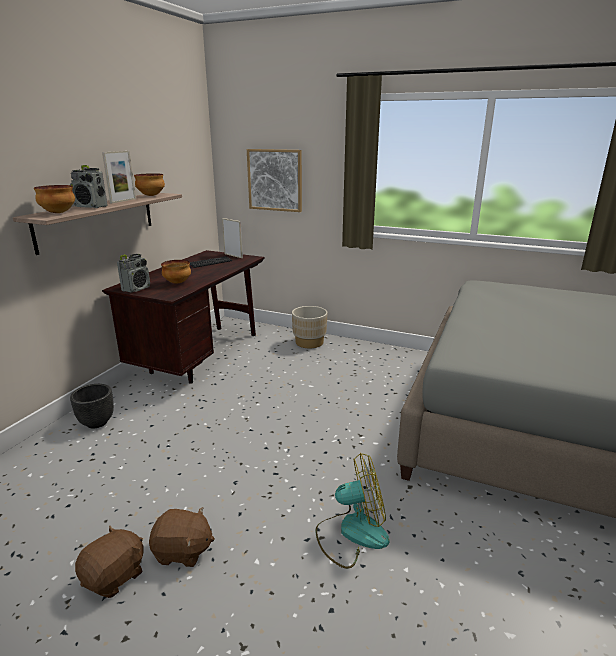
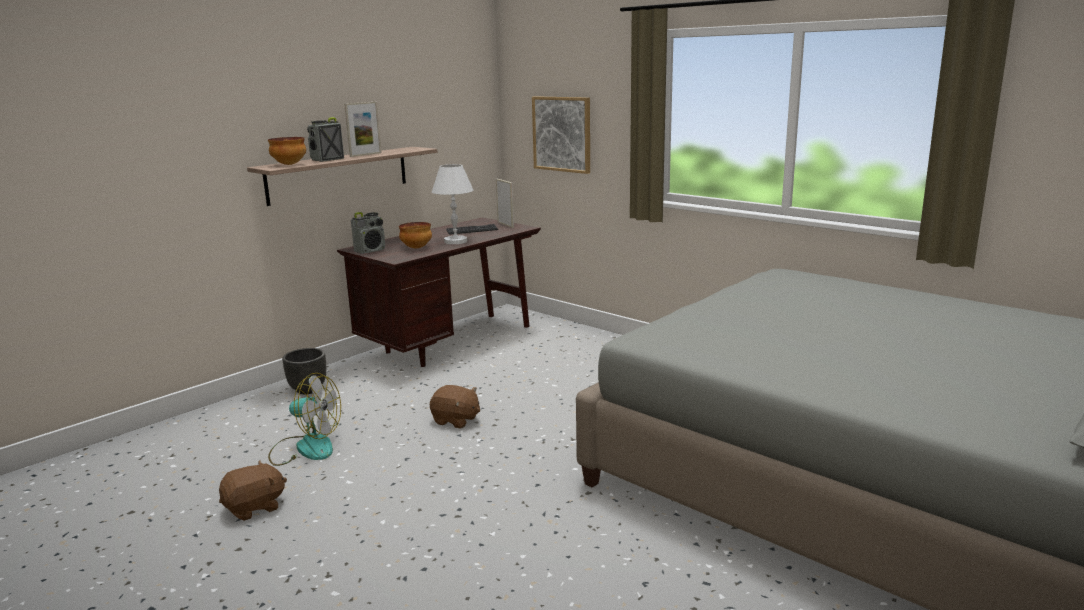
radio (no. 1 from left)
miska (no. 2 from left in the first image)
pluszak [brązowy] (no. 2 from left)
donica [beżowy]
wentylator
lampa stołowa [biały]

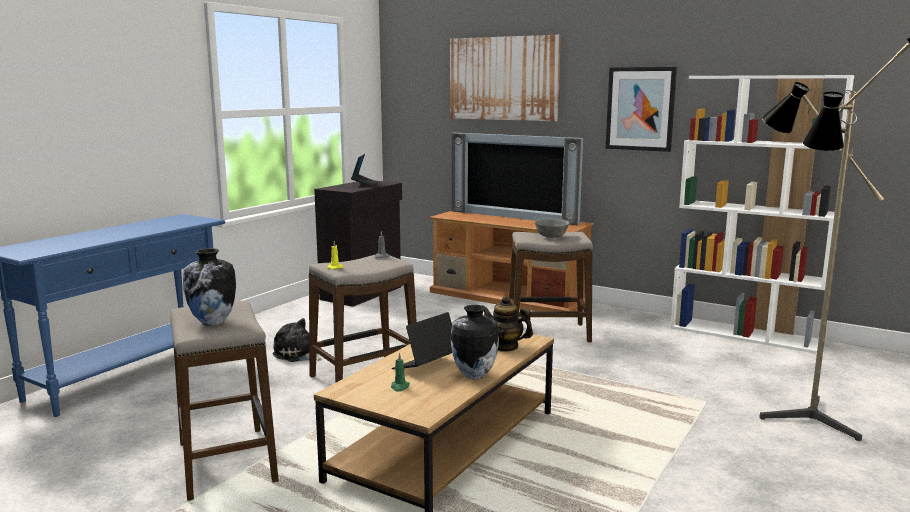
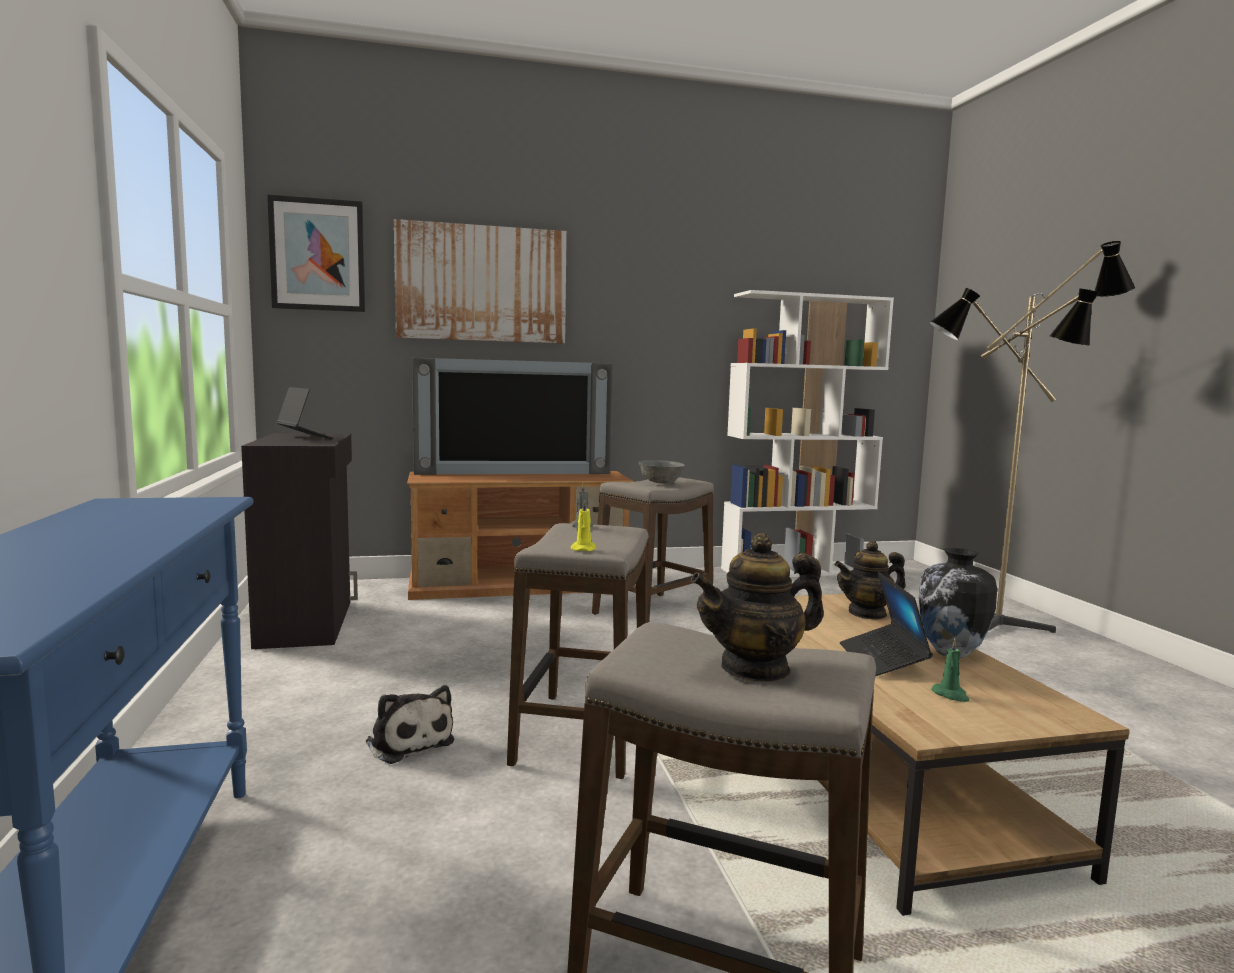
imbryk (no. 1 from left)
pluszak
obraz (no. 1 from left)

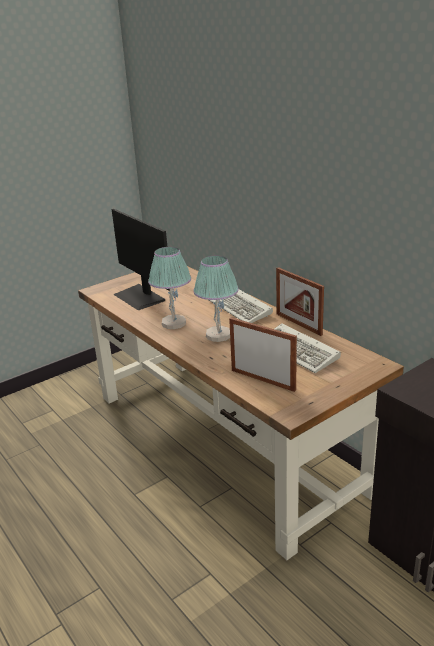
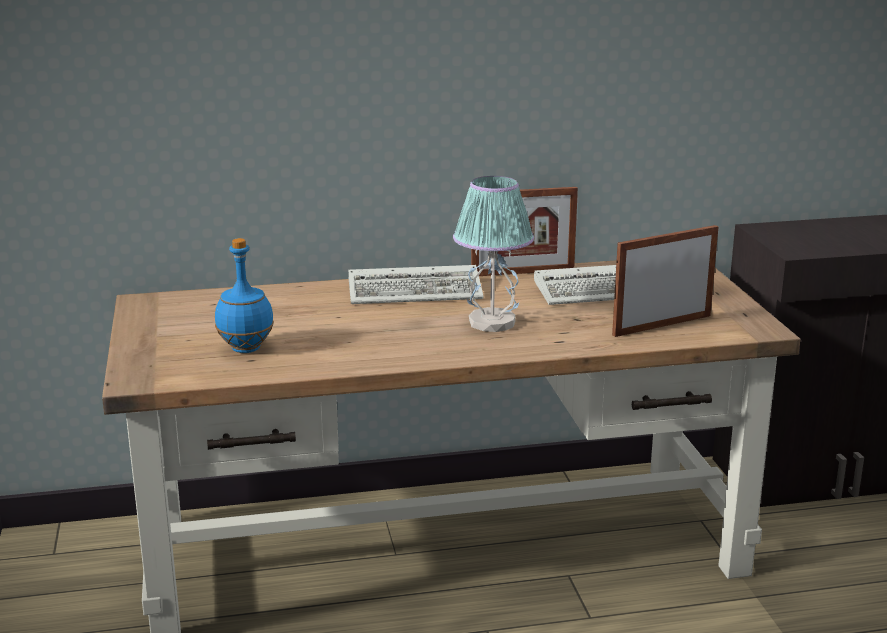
butelka [niebieski]
lampa stołowa (no. 1 from left in the first image)

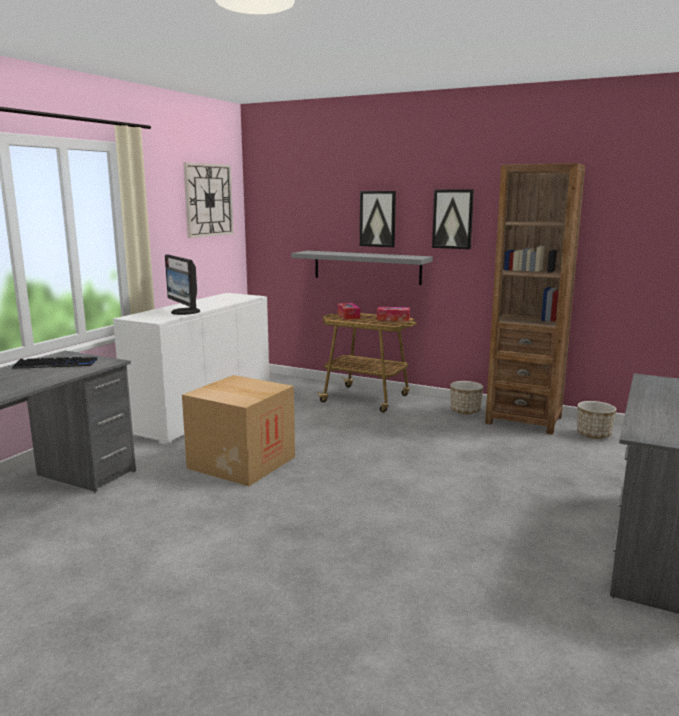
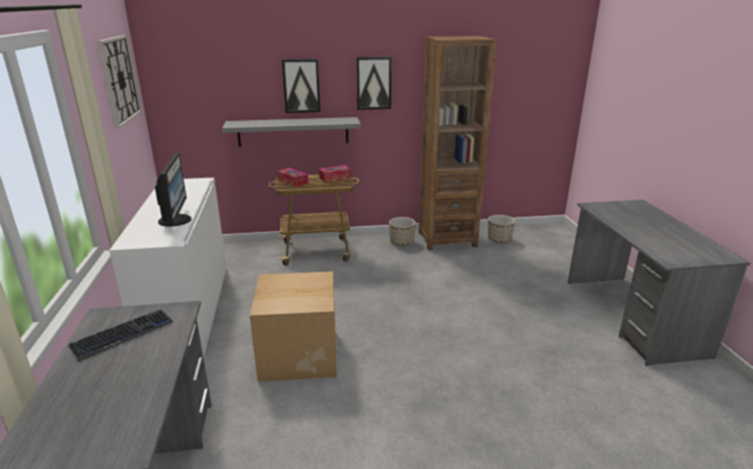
monitor

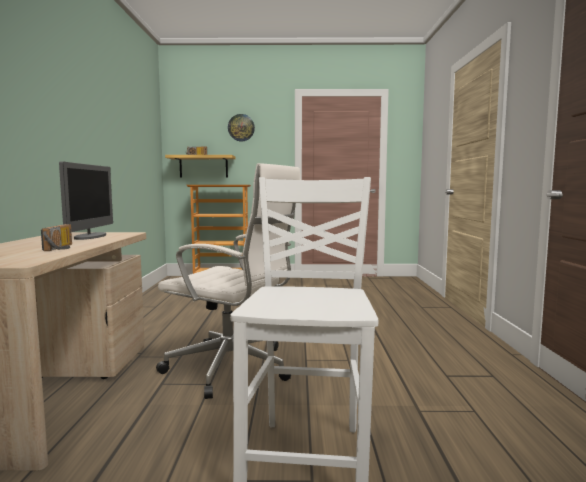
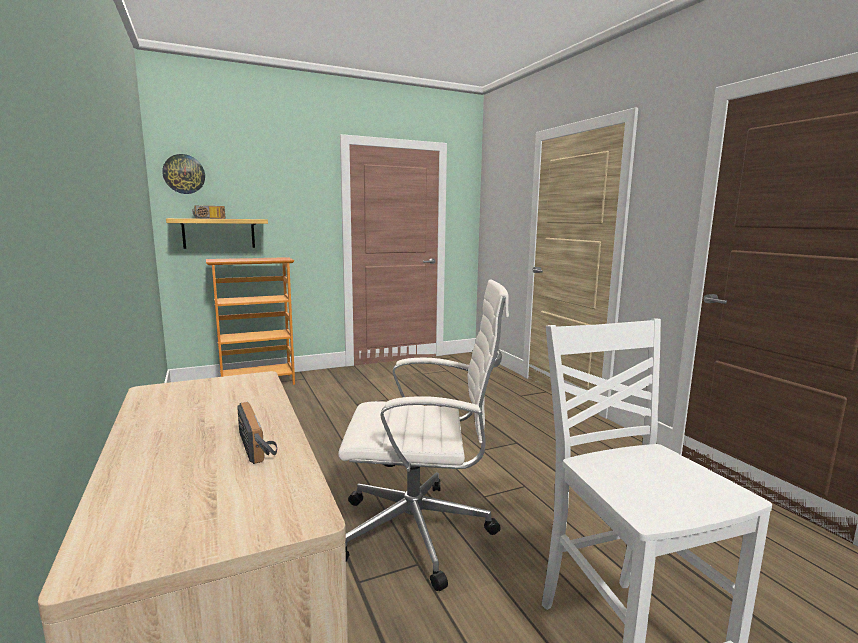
monitor
zegar ścienny

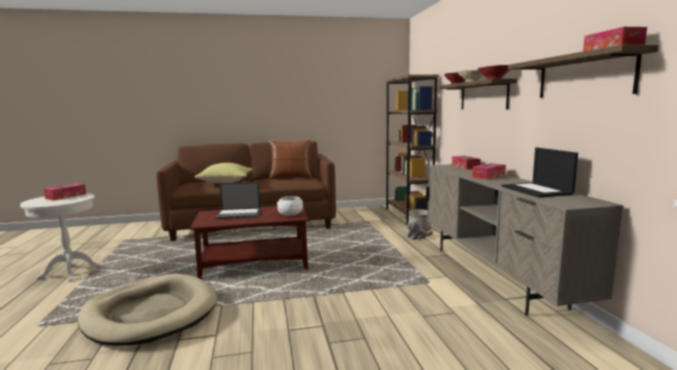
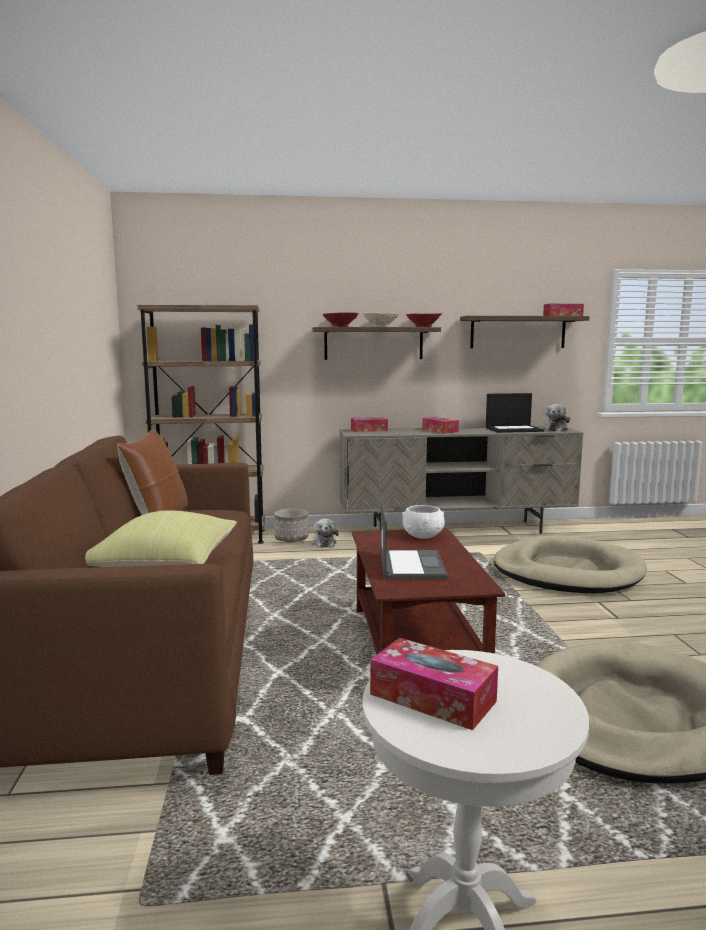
legowisko [beżowy] (no. 1 from left)
pluszak (no. 2 from left)

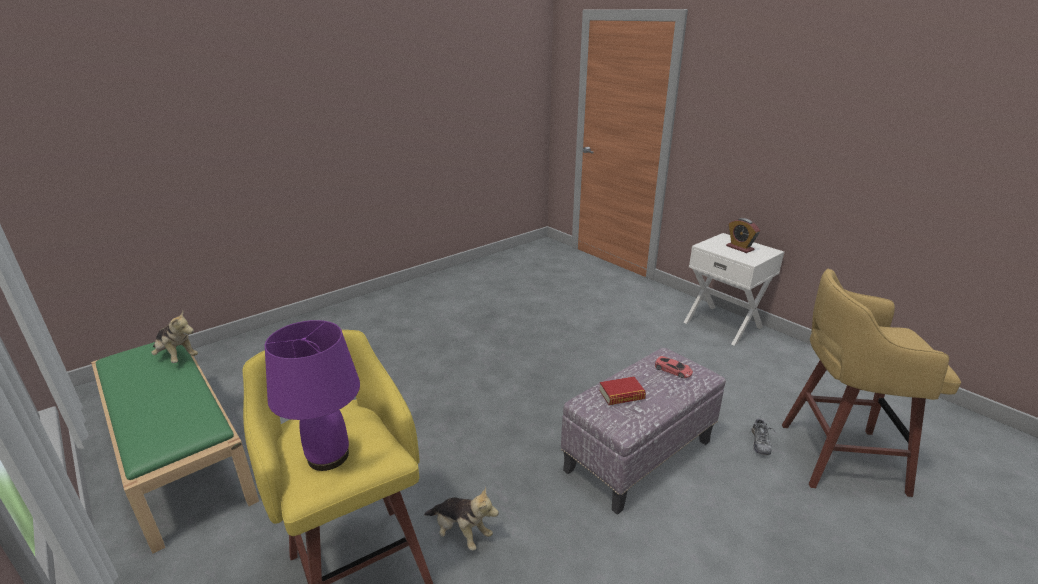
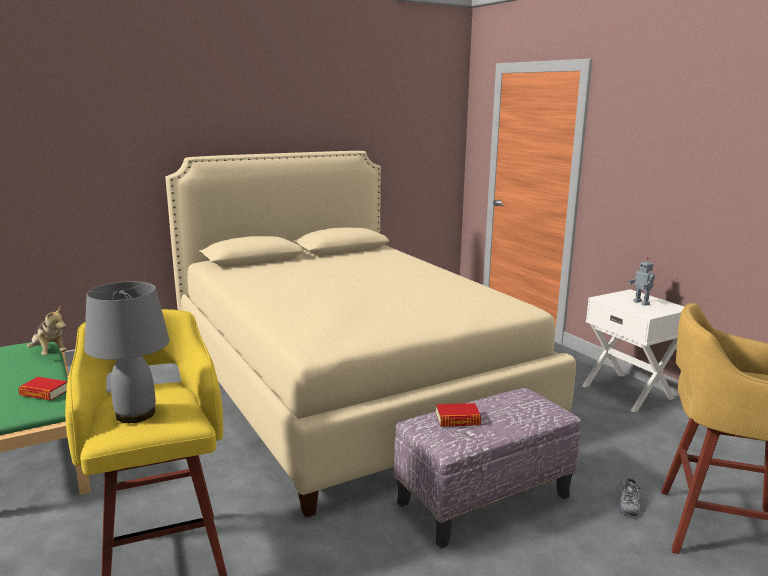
lampa stołowa [szary]
pluszak (no. 2 from left in the first image)
samochodzik [czerwony]
robot zabawkowy
książka (no. 1 from left)
łóżko [beżowy]

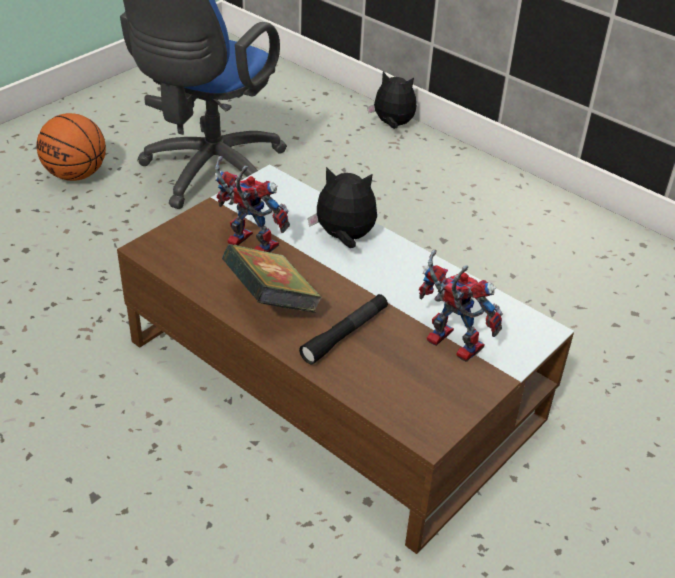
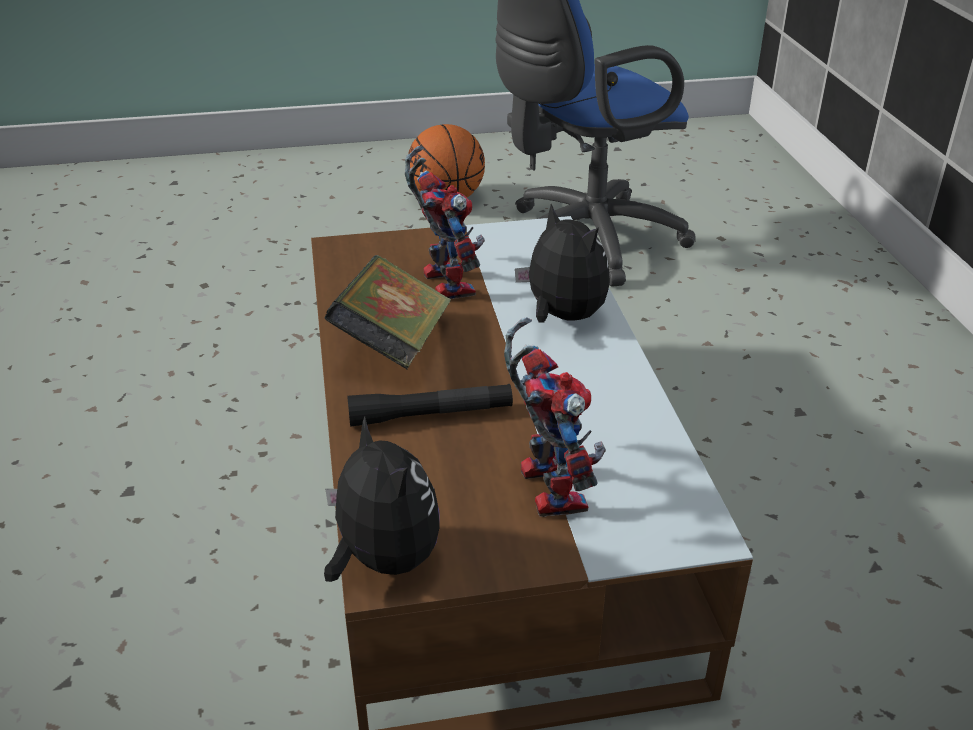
pluszak (no. 1 from left)

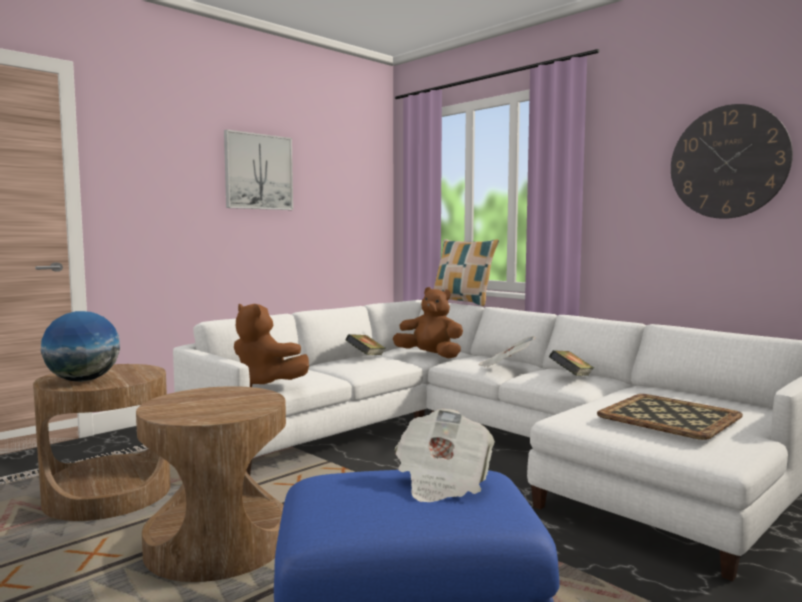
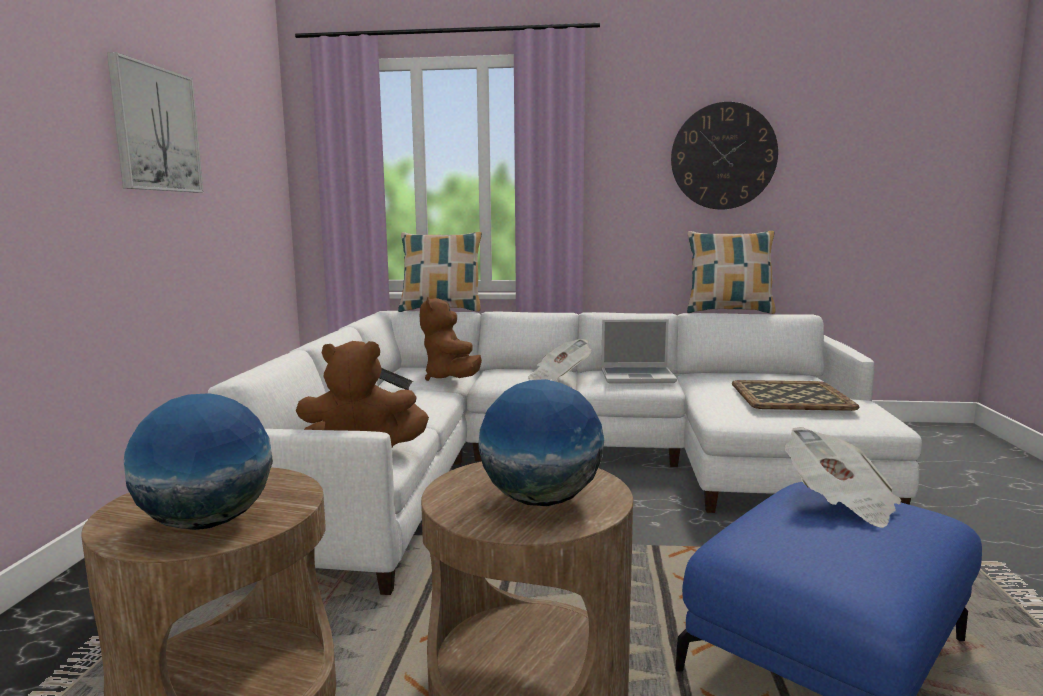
pluszak [brązowy] (no. 2 from left)
laptop
globus (no. 2 from left)
poduszka (no. 2 from left)

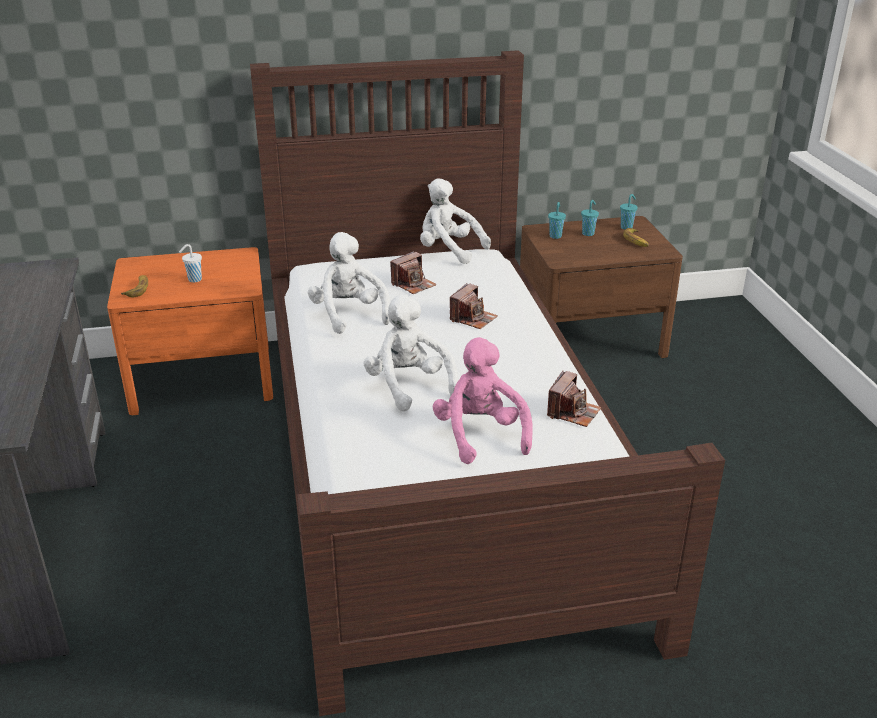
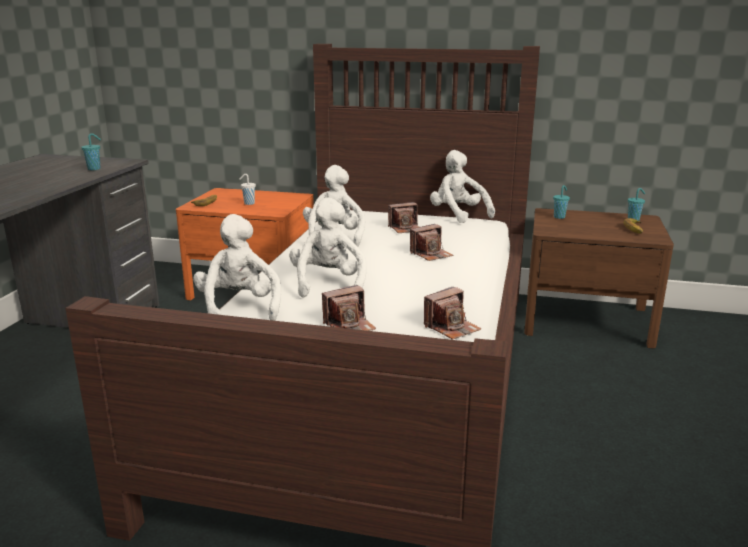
aparat fotograficzny (no. 1 from left)
filiżanka [turkusowy] (no. 1 from left)
pluszak [biały] (no. 1 from left)

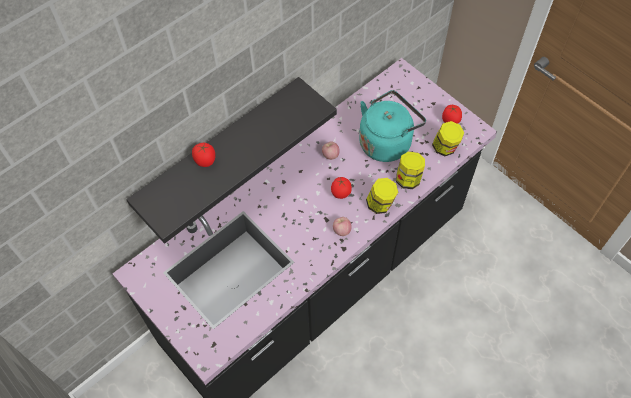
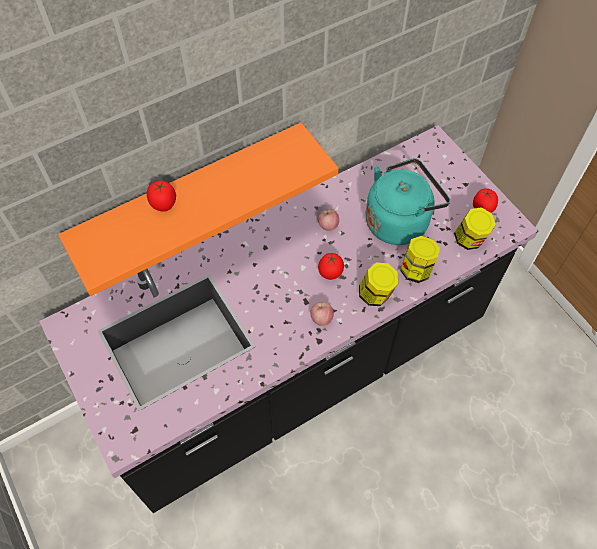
półka [pomarańczowy]

